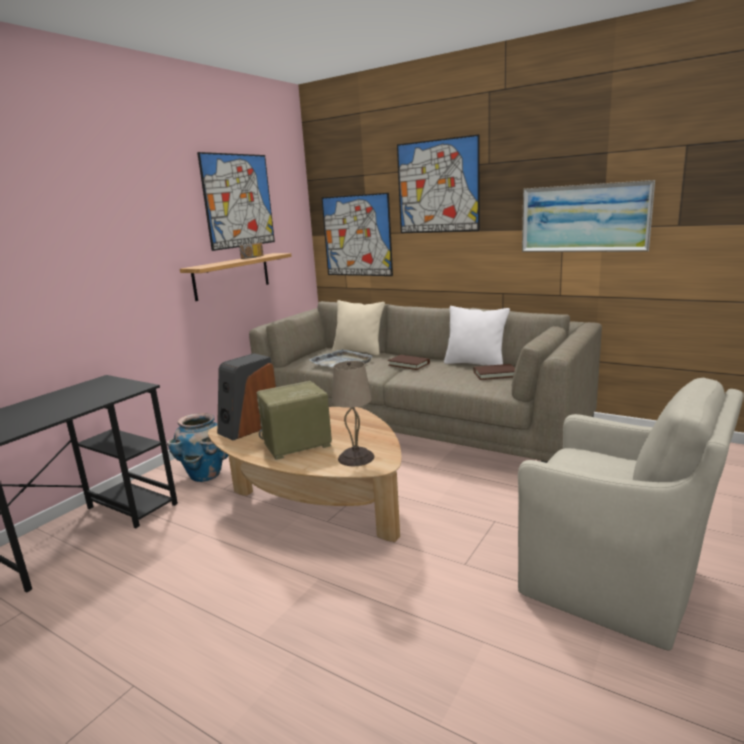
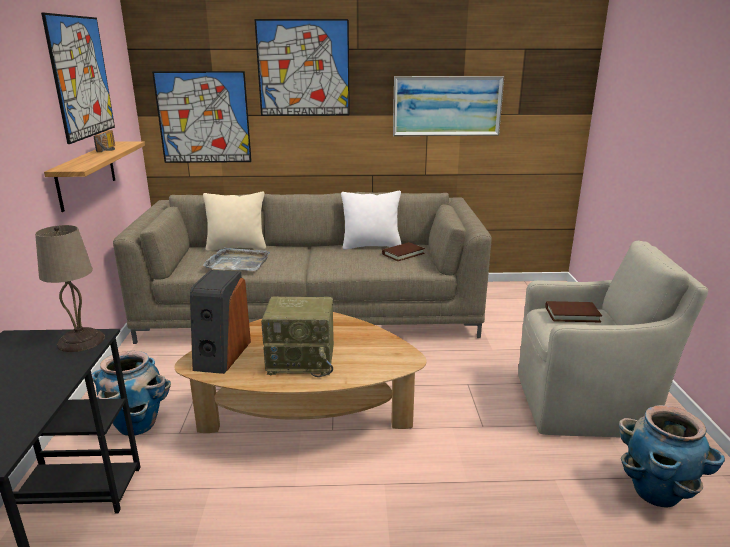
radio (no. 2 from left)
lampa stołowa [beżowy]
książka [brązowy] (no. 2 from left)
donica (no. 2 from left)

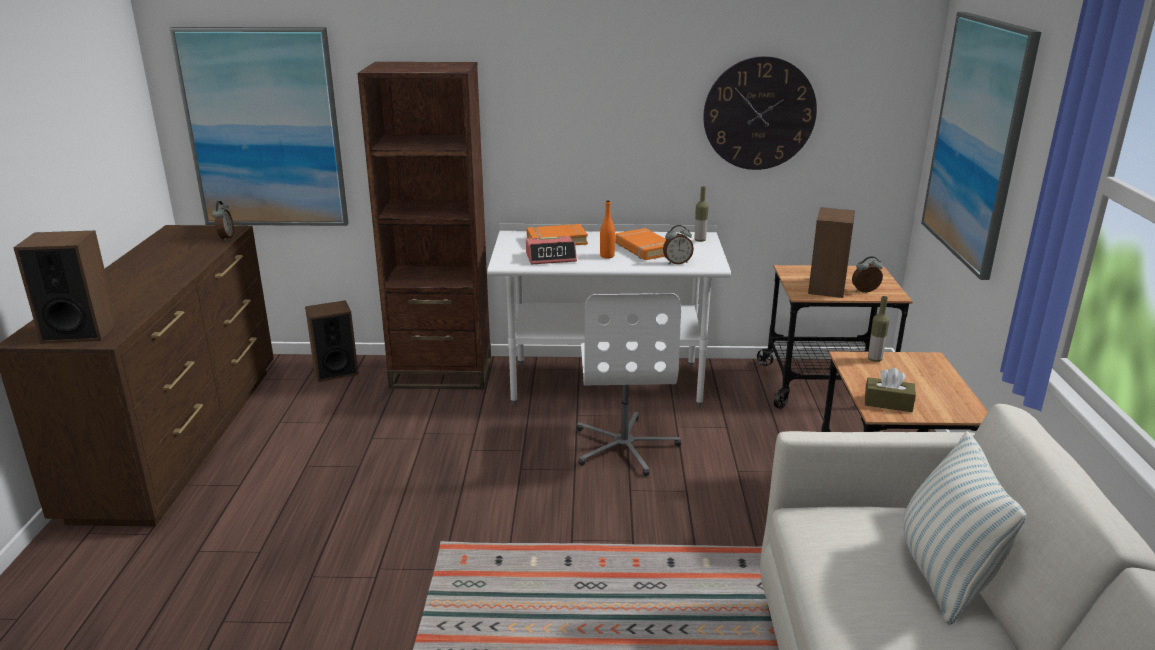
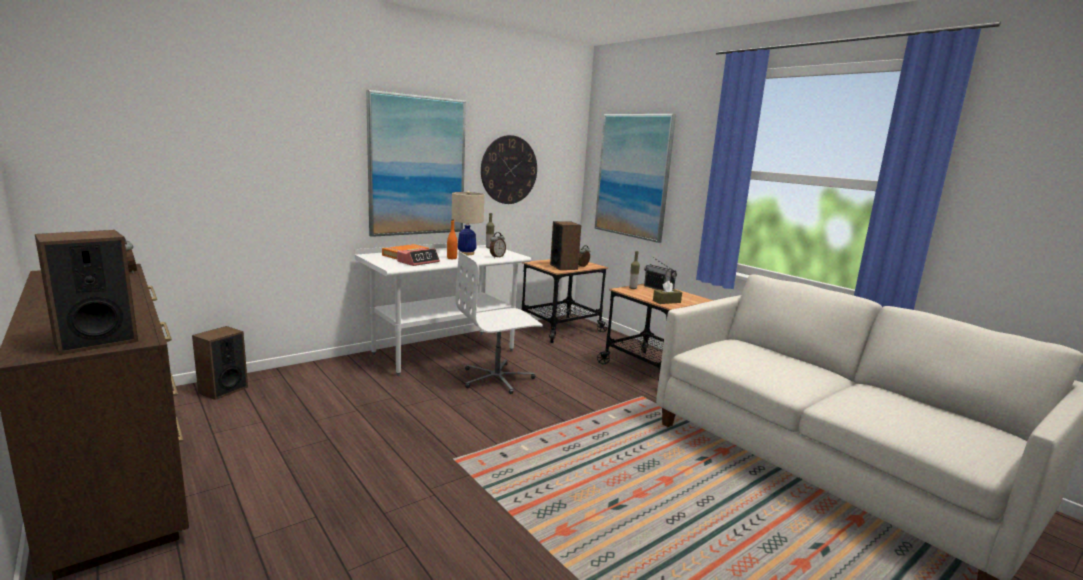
obraz (no. 1 from left)
regał [brązowy]
krzesło biurowe [biały]
lampa stołowa [beżowy]
poduszka
radio

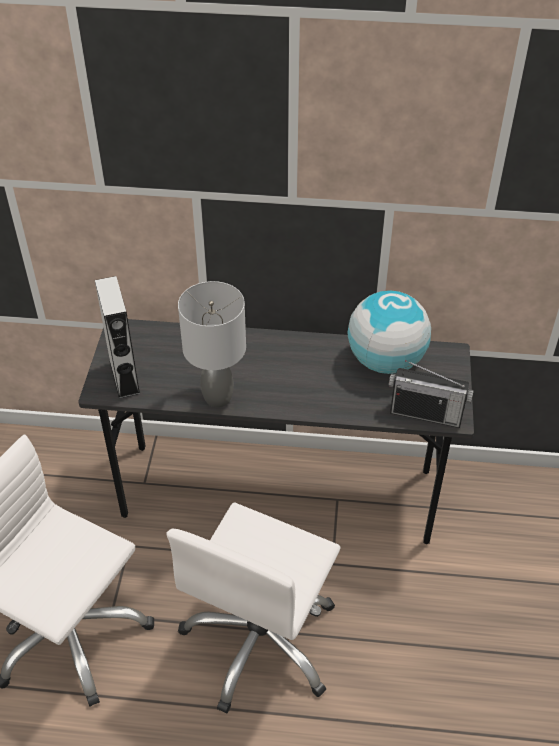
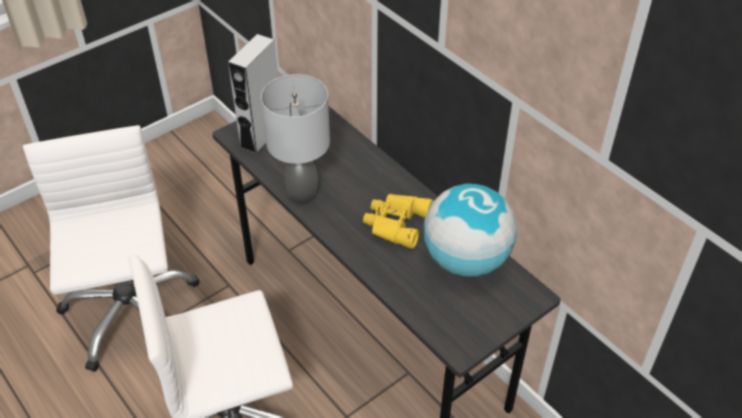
radio
lornetka [żółty]

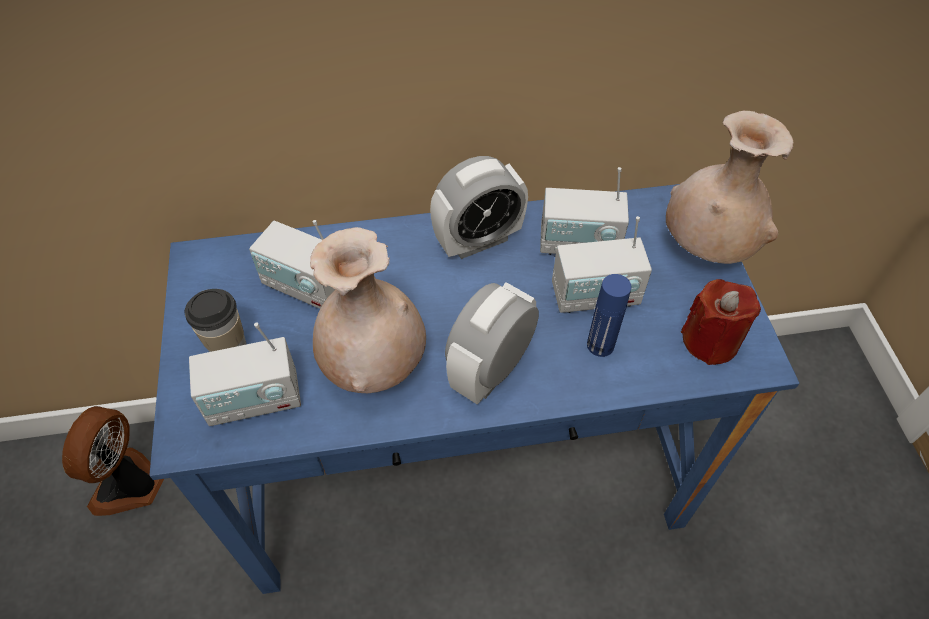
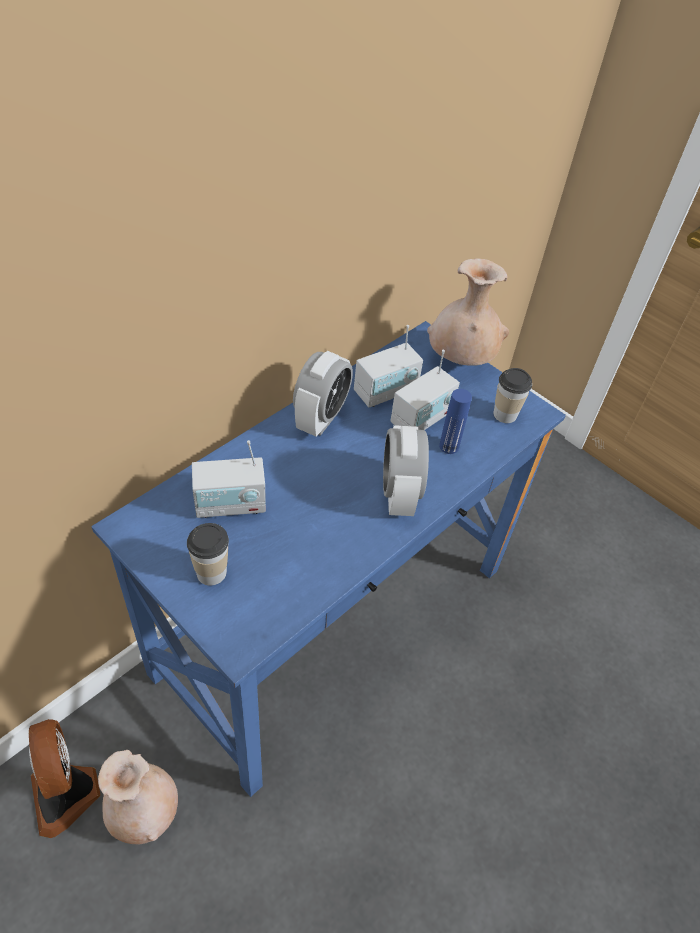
radio (no. 1 from left in the first image)
wazon [beżowy] (no. 1 from left)
filiżanka (no. 2 from left)

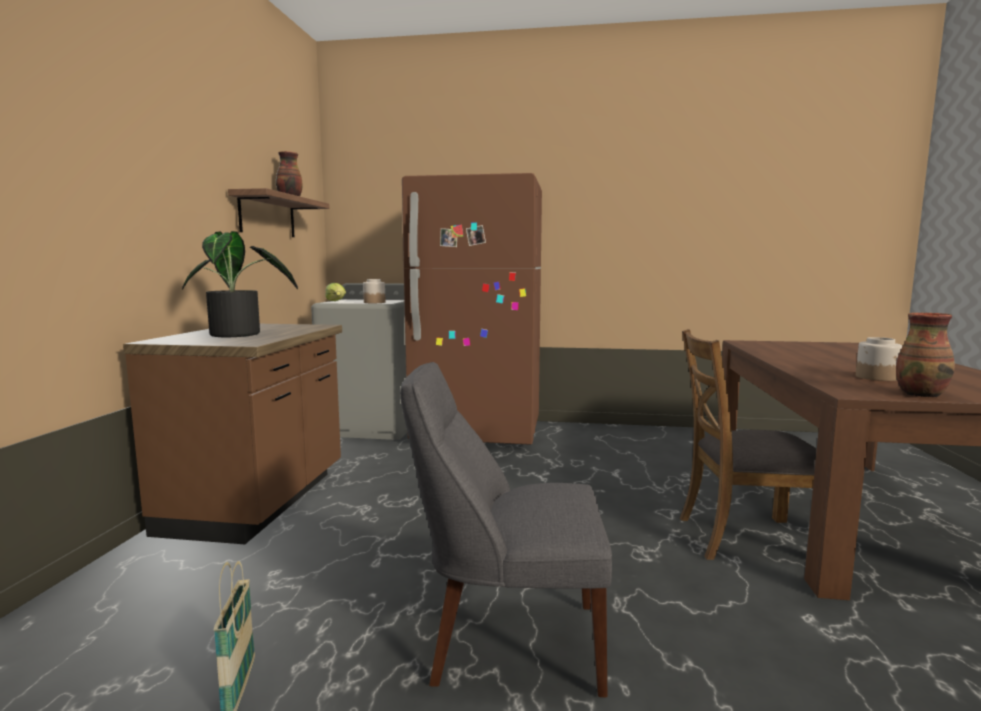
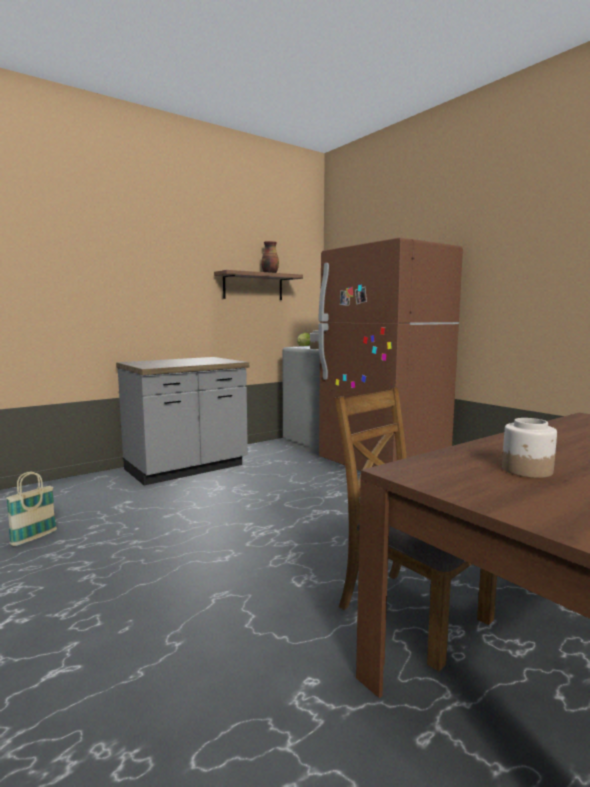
zabudowa kuchenna [szary]
roślina doniczkowa
krzesło [szary]
wazon (no. 2 from left in the first image)

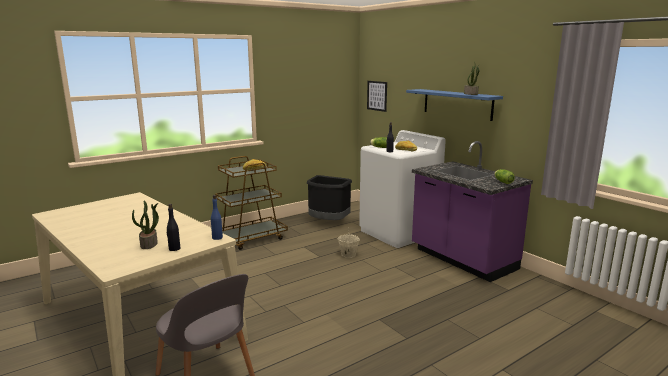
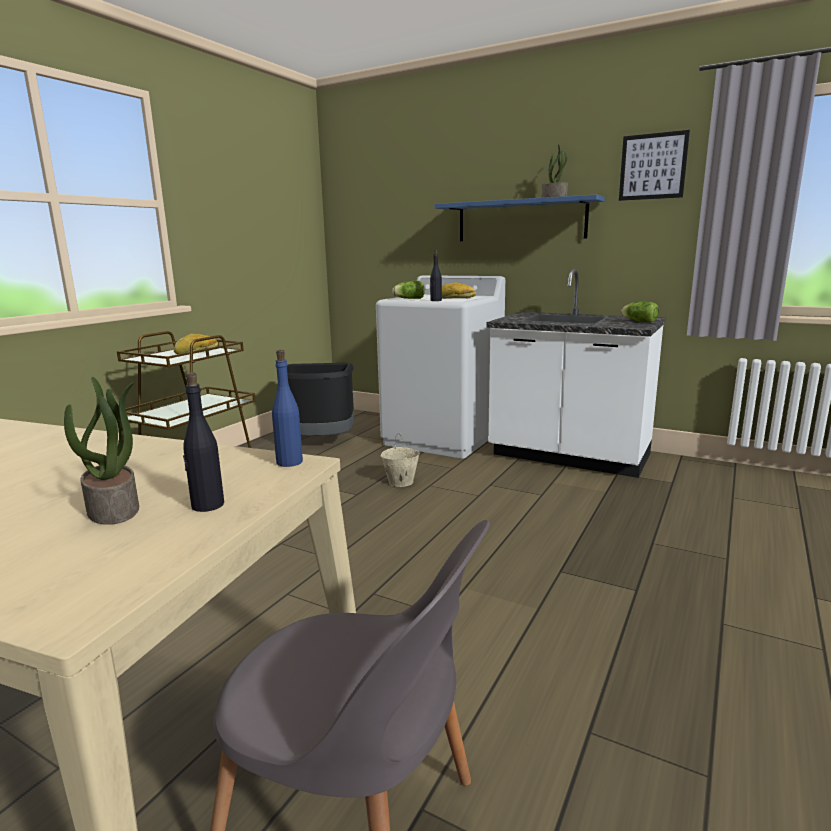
obraz
zabudowa kuchenna [biały]

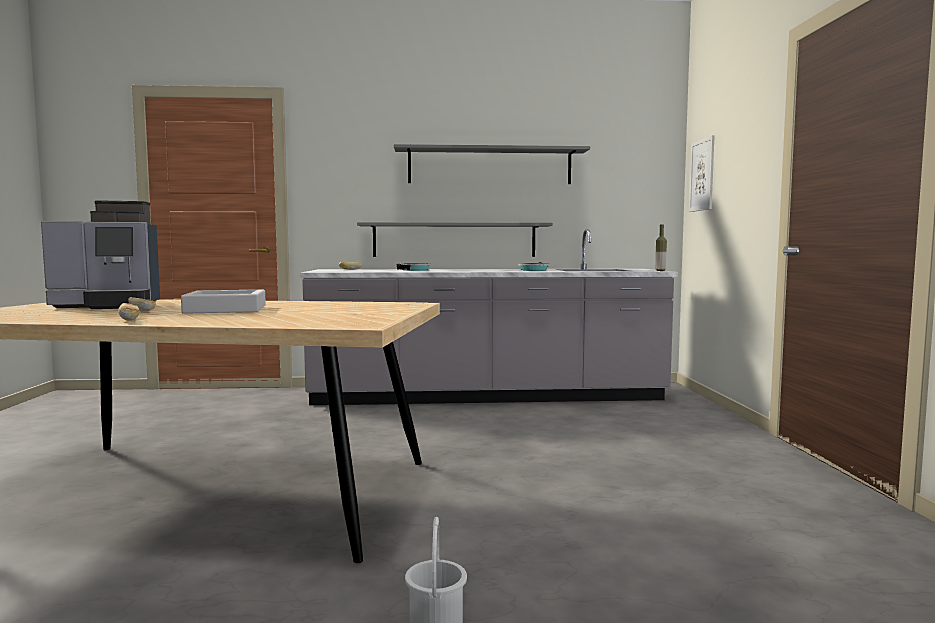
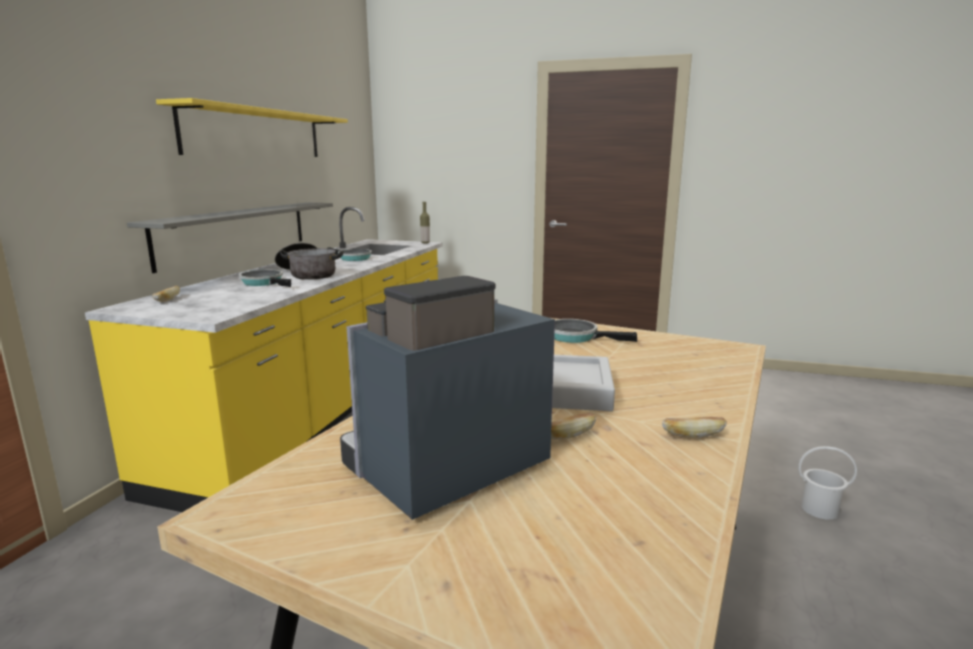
ekspres do kawy
zabudowa kuchenna [żółty]
półka [żółty]
obraz
garnek
patelnia (no. 3 from left)

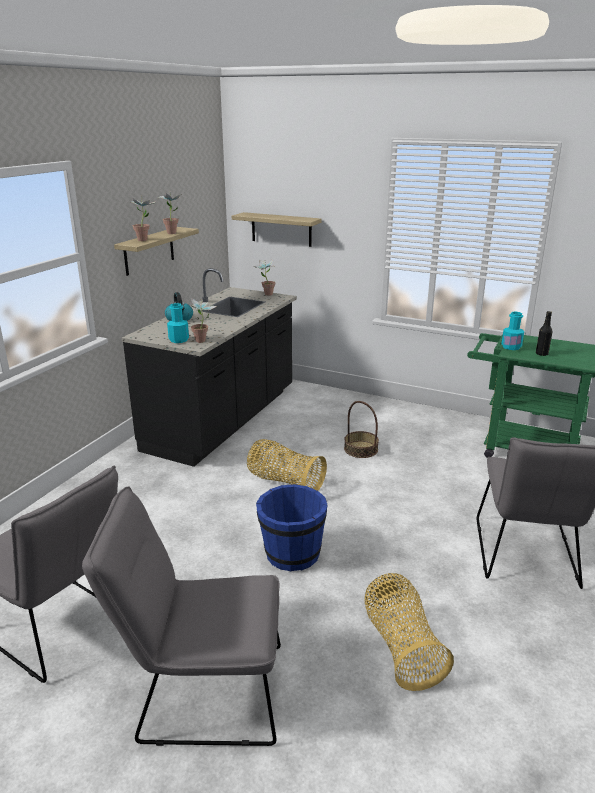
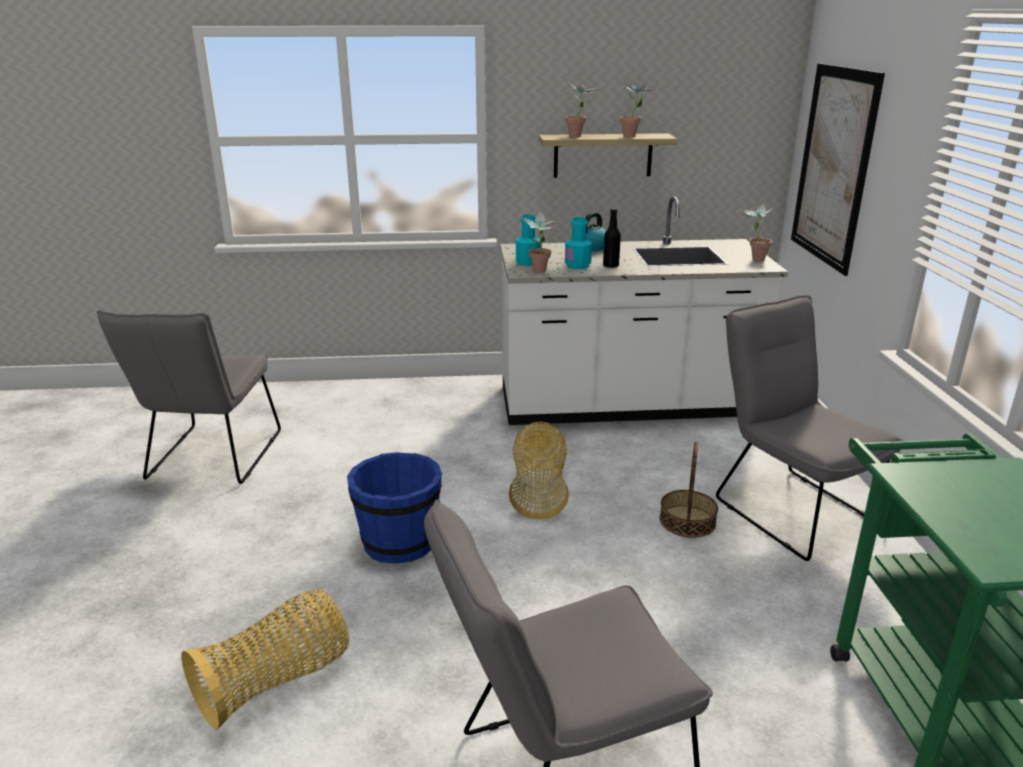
krzesło [szary] (no. 3 from left)
zabudowa kuchenna [biały]
obraz
butelka [turkusowy] (no. 2 from left)
butelka [czarny]

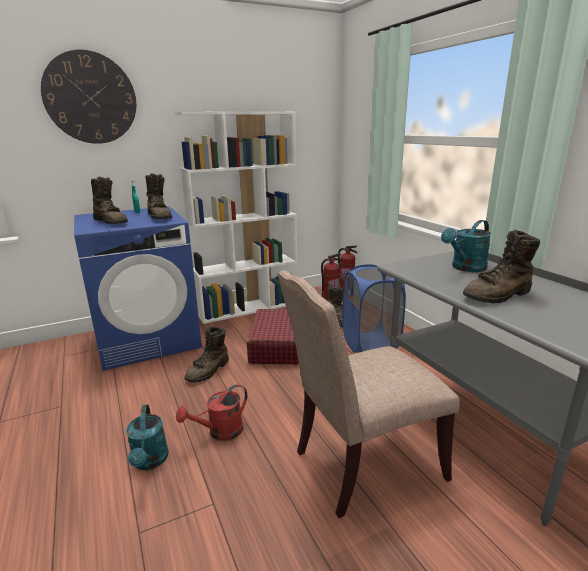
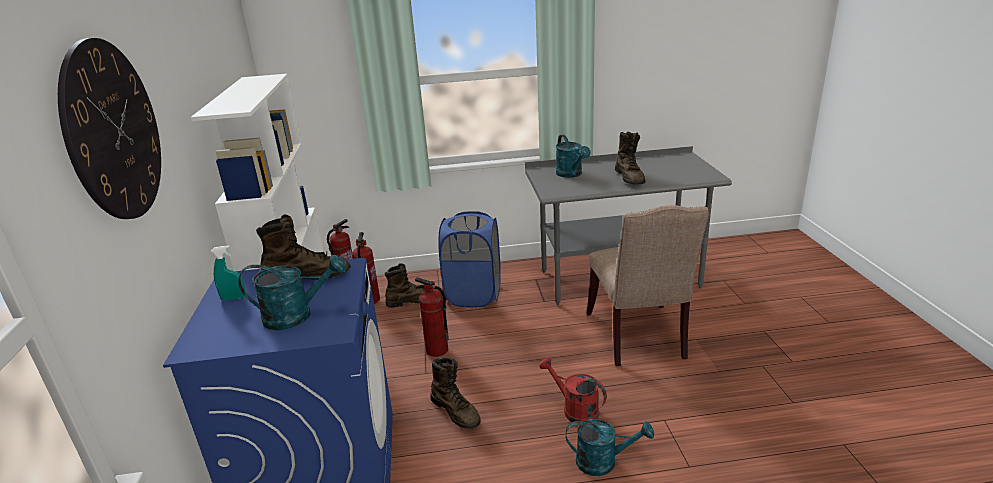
konewka [turkusowy] (no. 1 from left)
konewka [czerwony]
gaśnica (no. 3 from left)

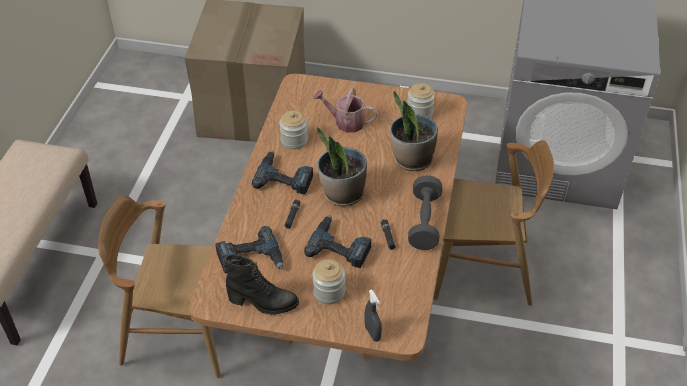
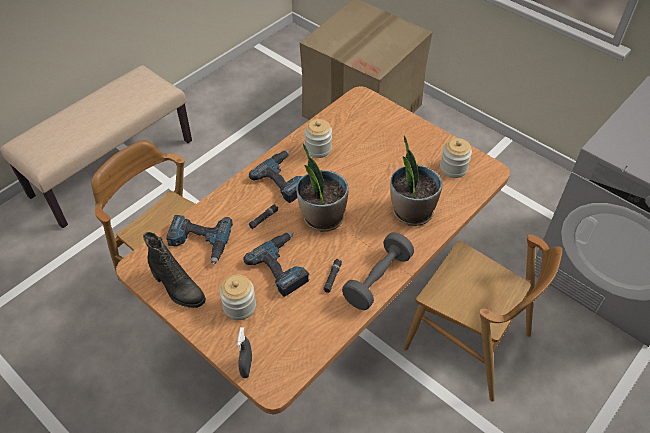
konewka

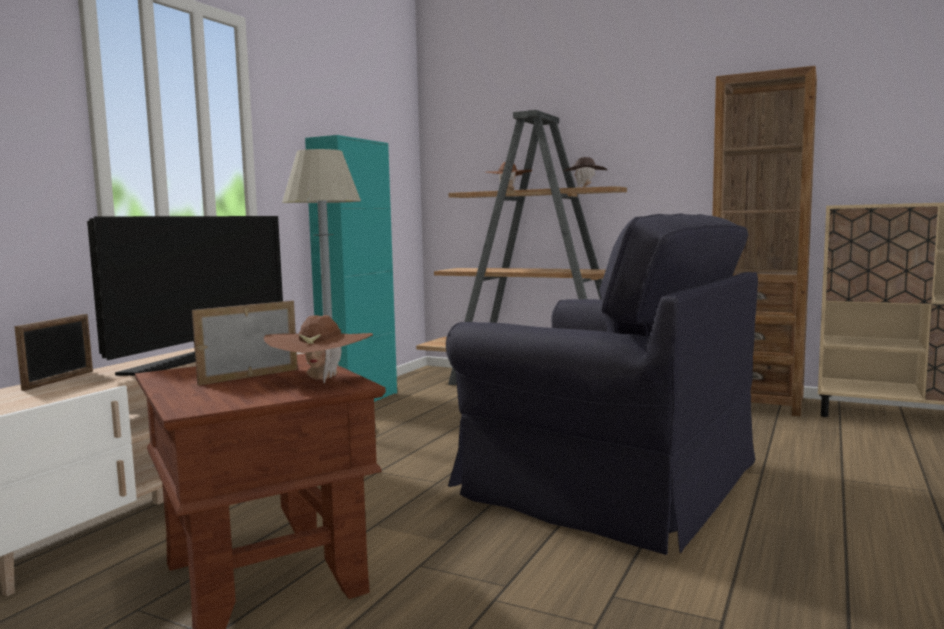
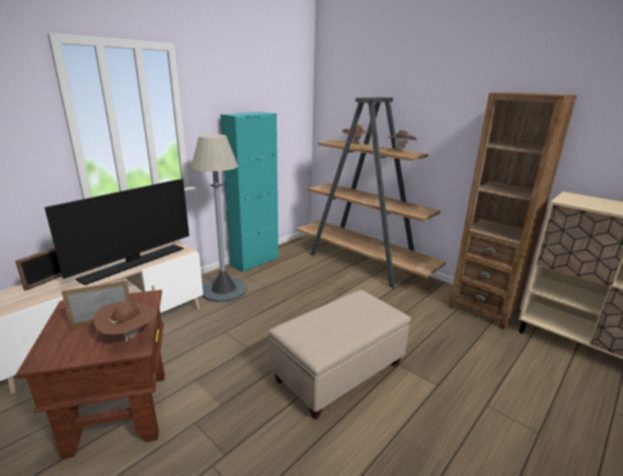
pufa [beżowy]

